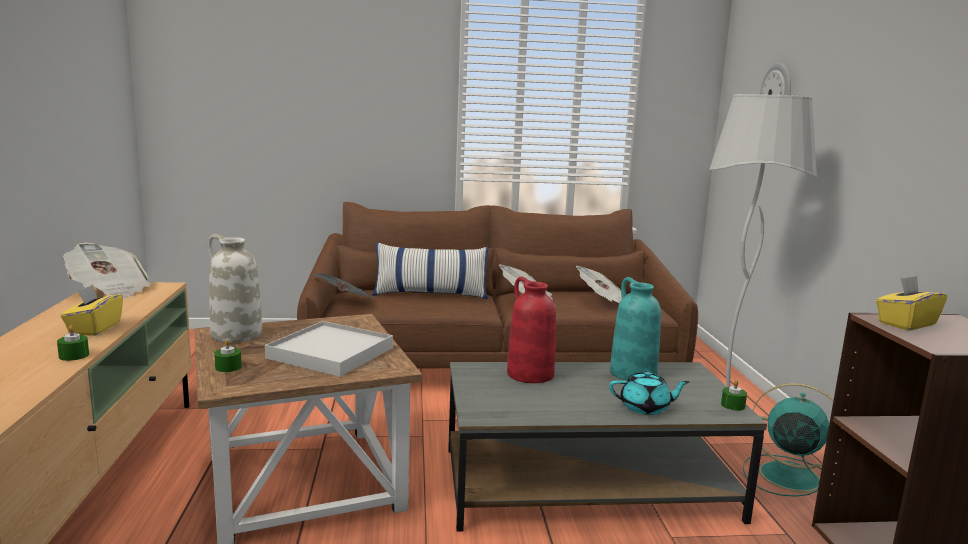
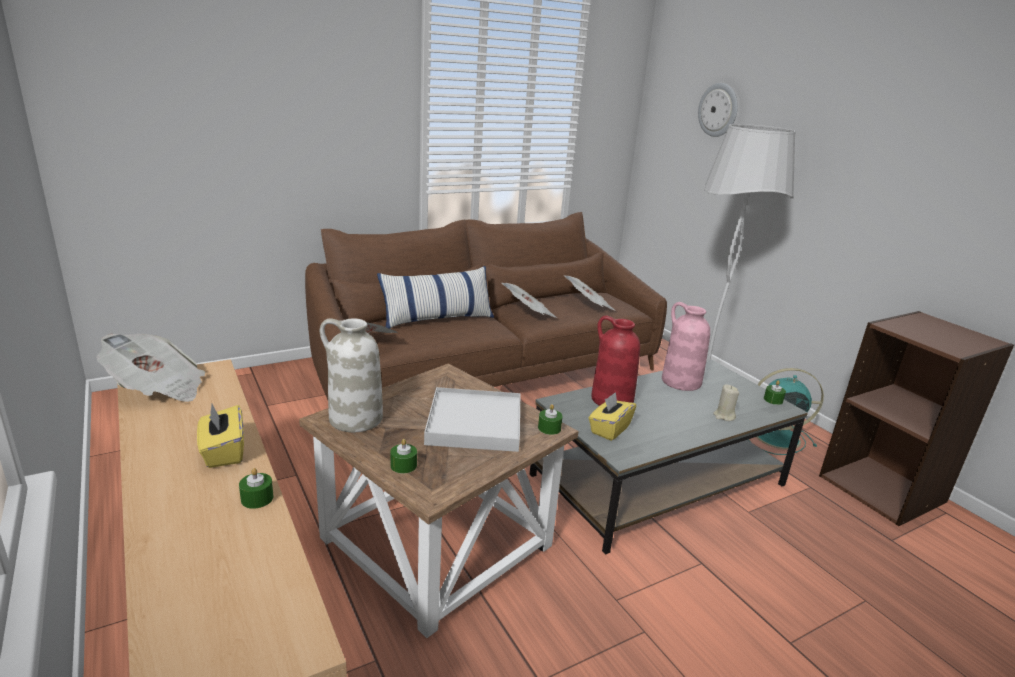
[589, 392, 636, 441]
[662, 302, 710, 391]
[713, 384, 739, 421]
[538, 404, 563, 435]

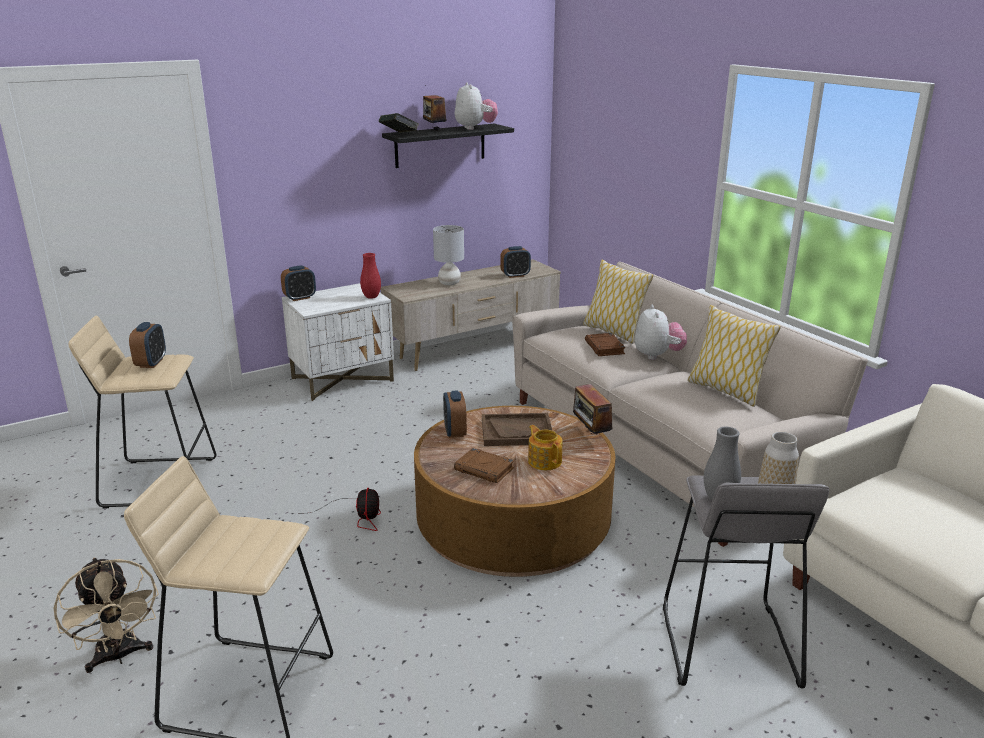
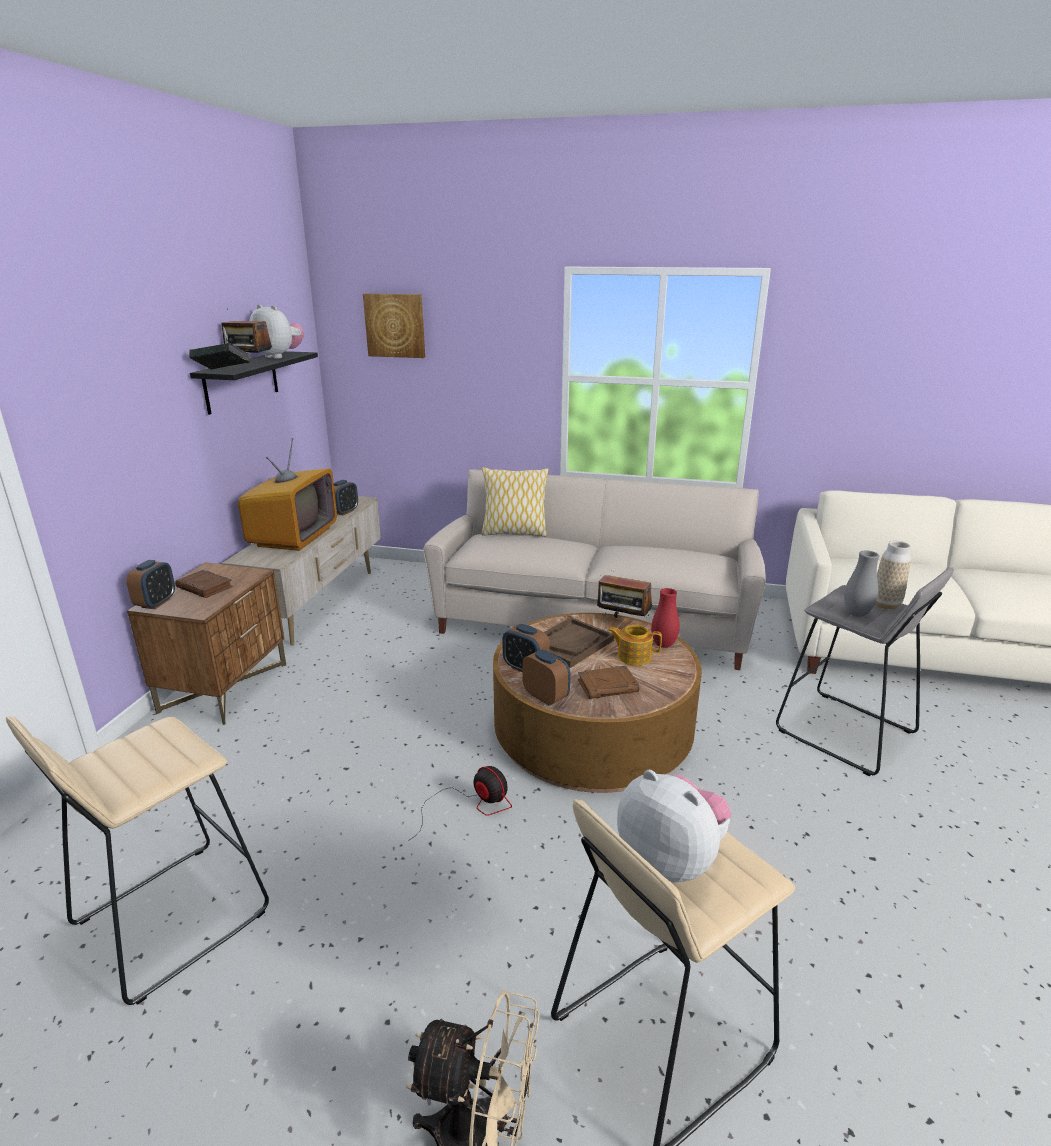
[238, 438, 337, 551]
[651, 588, 680, 648]
[127, 562, 286, 725]
[617, 770, 731, 883]
[688, 305, 781, 407] (first image)
[522, 649, 570, 706]
[175, 570, 233, 598]
[363, 294, 425, 358]

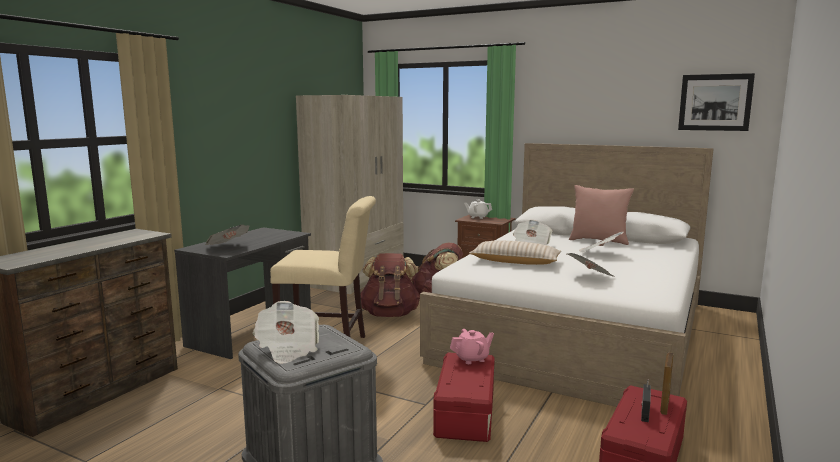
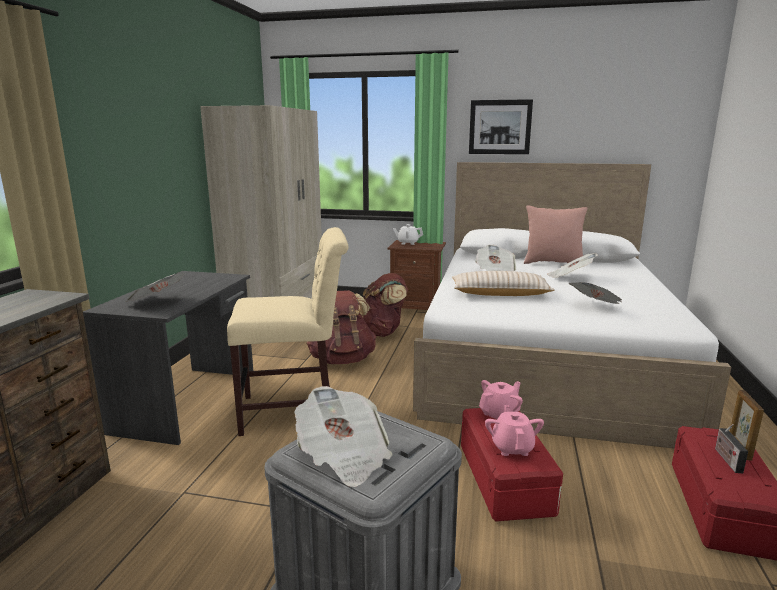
[469, 99, 533, 154]
[485, 405, 544, 456]

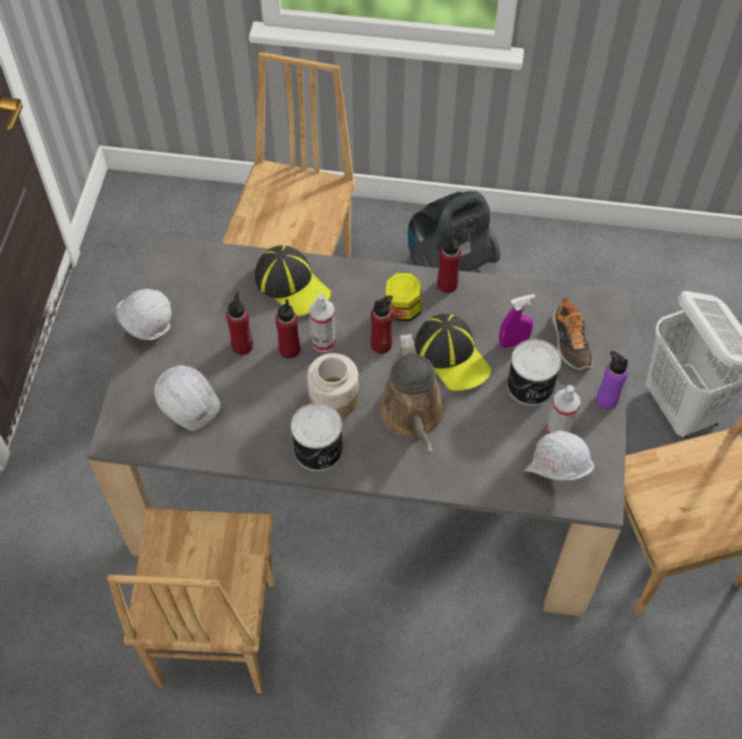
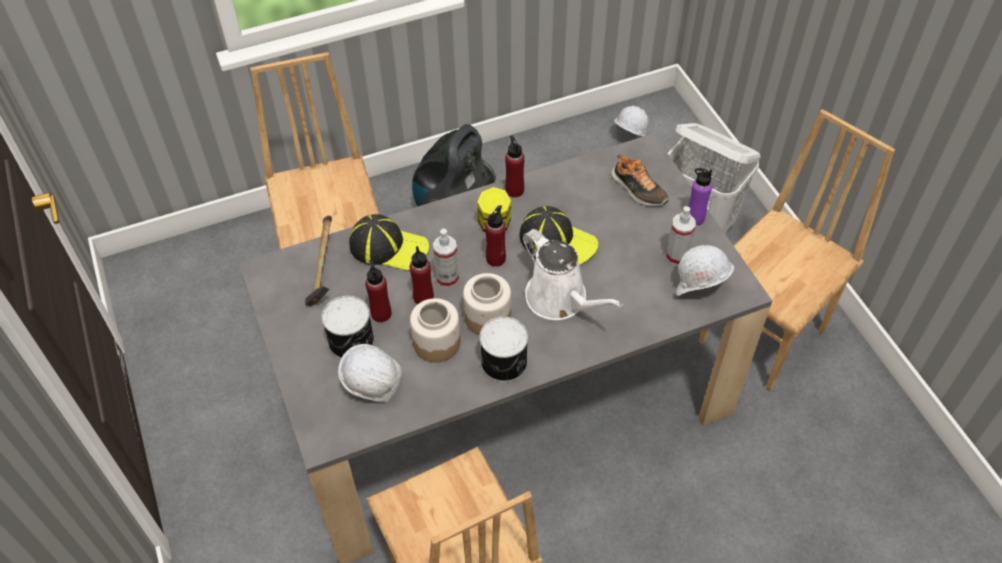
[614, 106, 649, 136]
[499, 294, 535, 348] (first image)
[523, 229, 623, 320]
[322, 296, 375, 359]
[305, 216, 332, 307]
[410, 298, 460, 363]

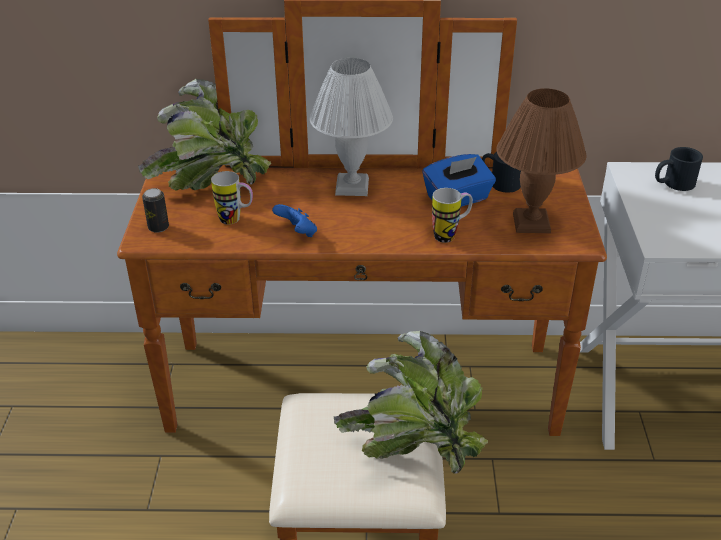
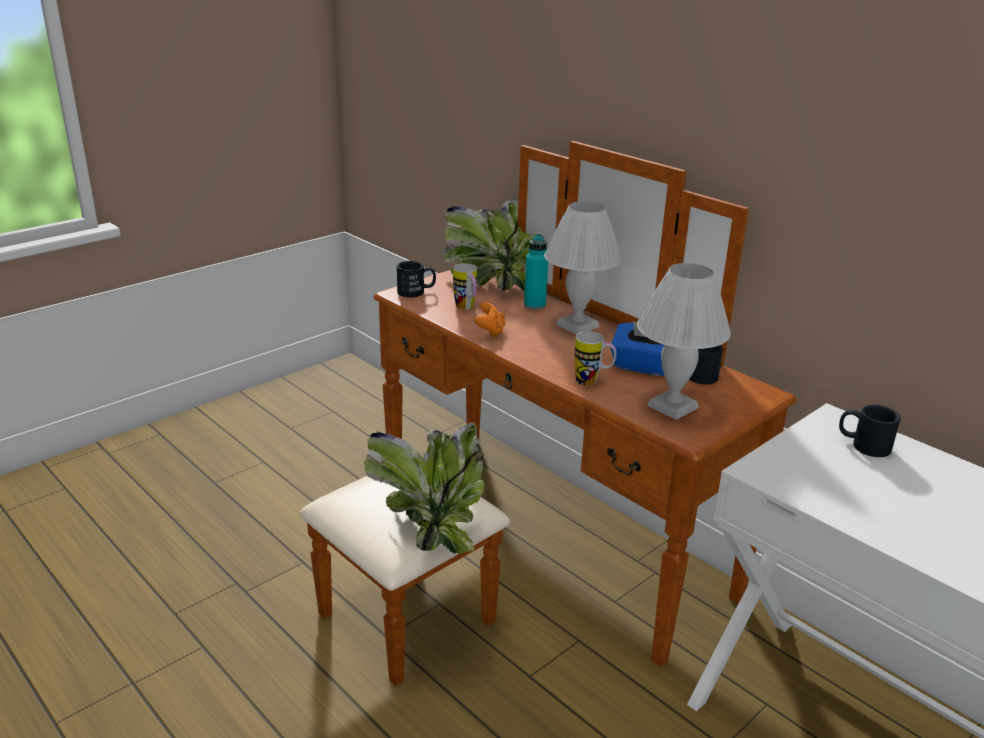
[637, 263, 731, 420]
[397, 261, 436, 297]
[474, 302, 505, 338]
[524, 234, 548, 310]

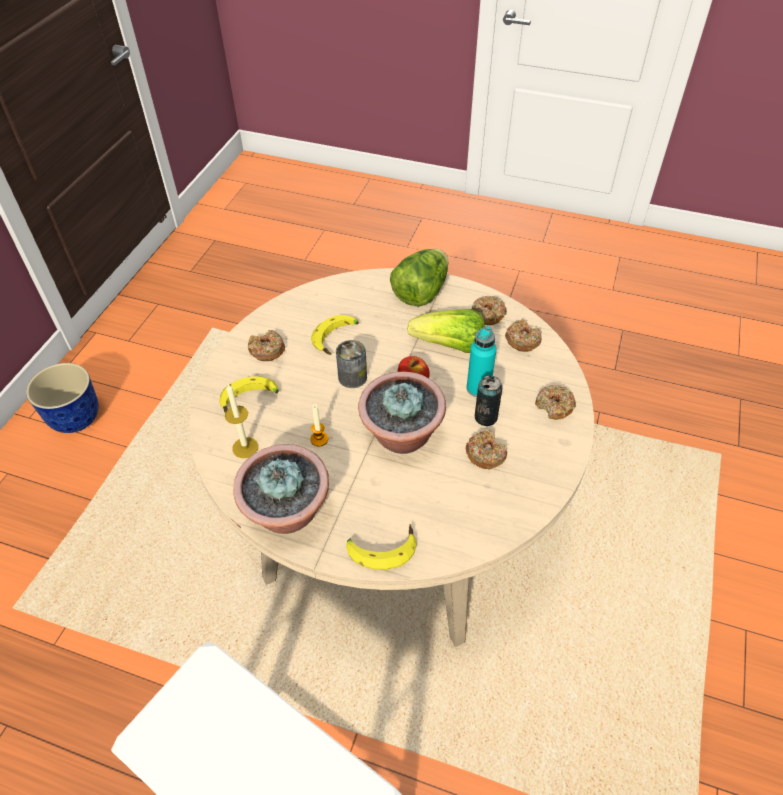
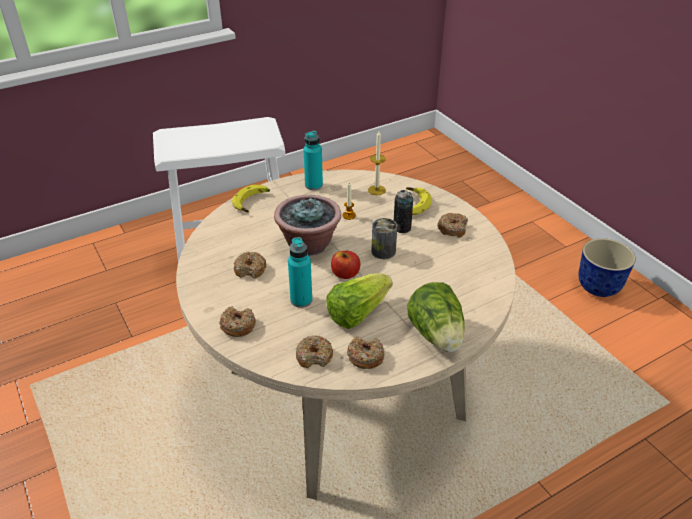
[311, 315, 358, 355] (first image)
[394, 190, 413, 233]
[303, 131, 323, 190]

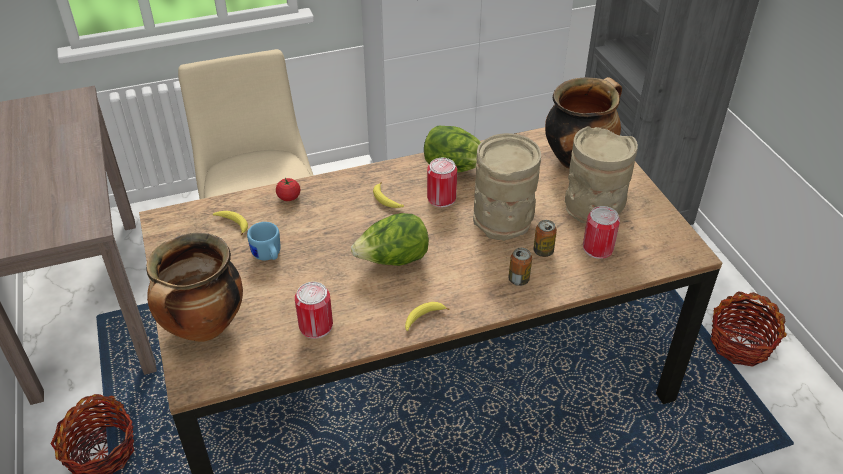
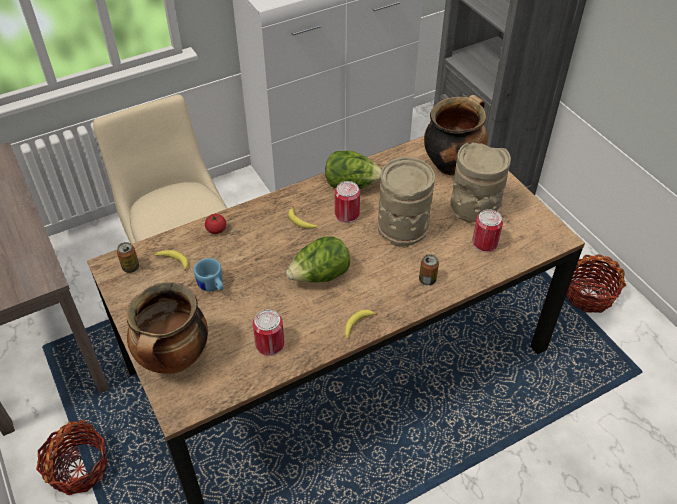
[117, 242, 139, 273]

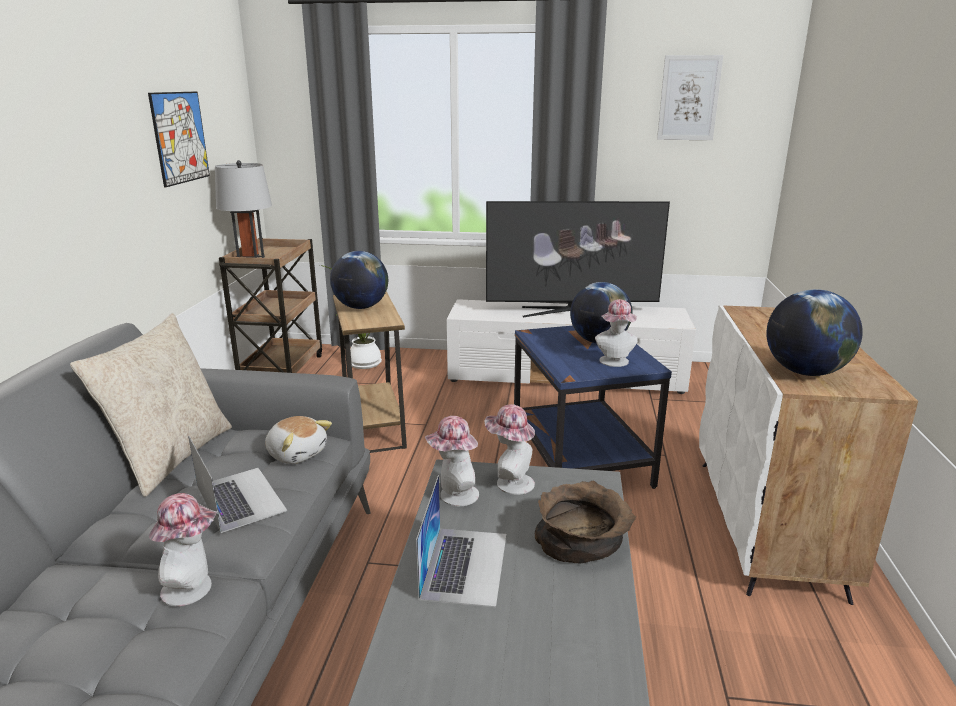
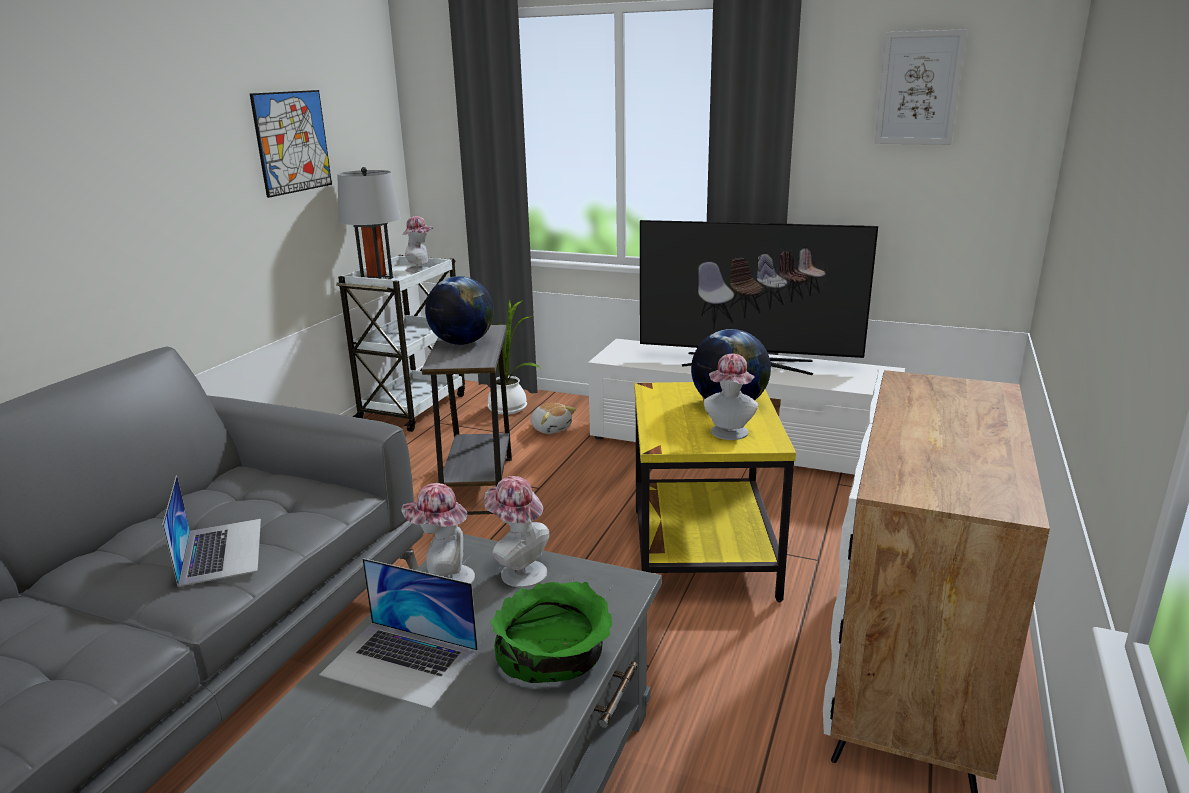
[336, 255, 465, 432]
[766, 289, 863, 376] (first image)
[422, 325, 512, 515]
[70, 313, 232, 497] (first image)
[635, 382, 796, 602]
[531, 403, 576, 434]
[319, 558, 478, 709]
[490, 581, 612, 683]
[402, 216, 434, 273]

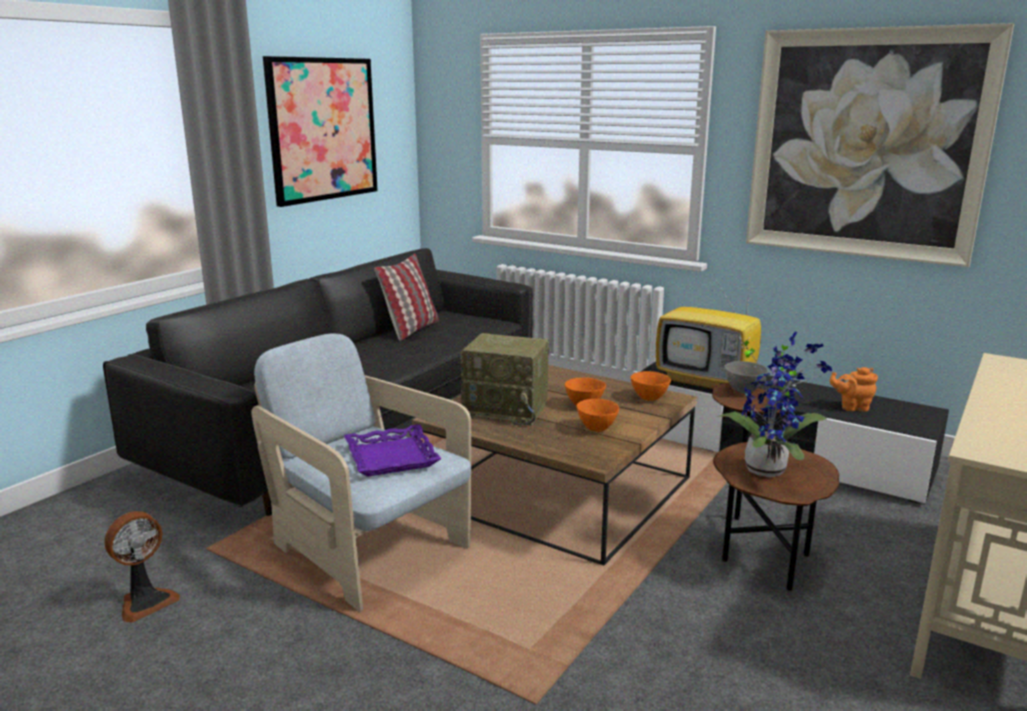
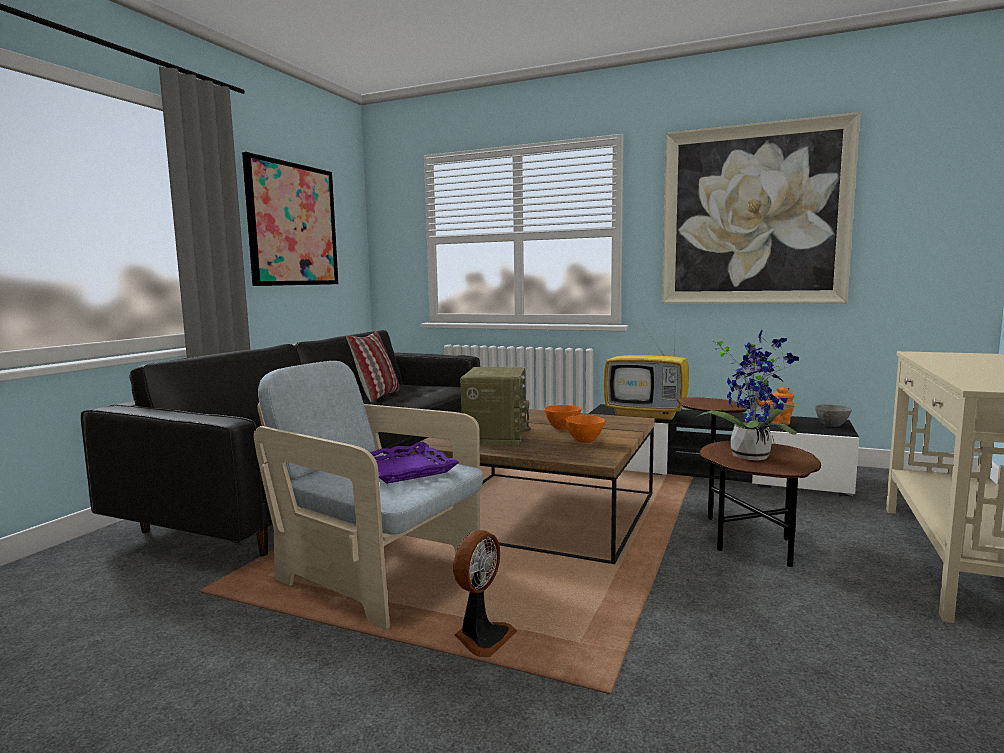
[460, 367, 531, 445]
[815, 405, 852, 427]
[631, 371, 671, 401] (first image)
[453, 530, 517, 657]

